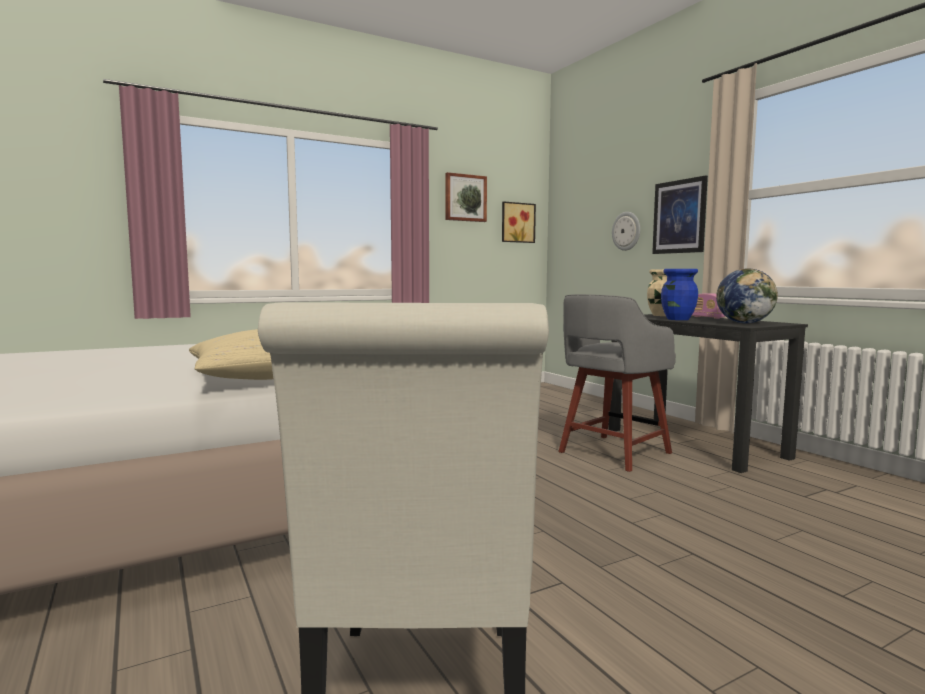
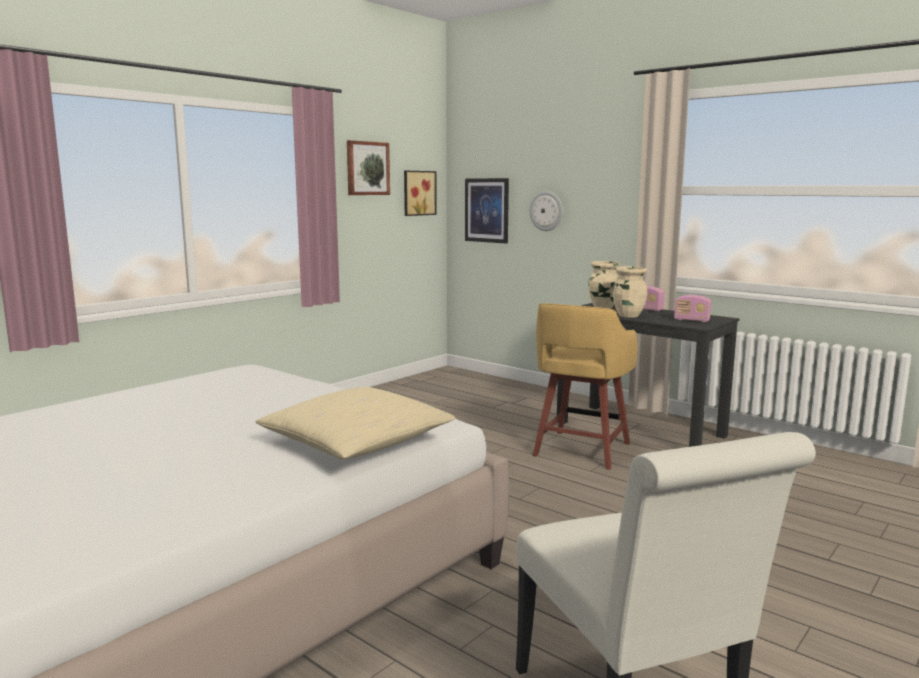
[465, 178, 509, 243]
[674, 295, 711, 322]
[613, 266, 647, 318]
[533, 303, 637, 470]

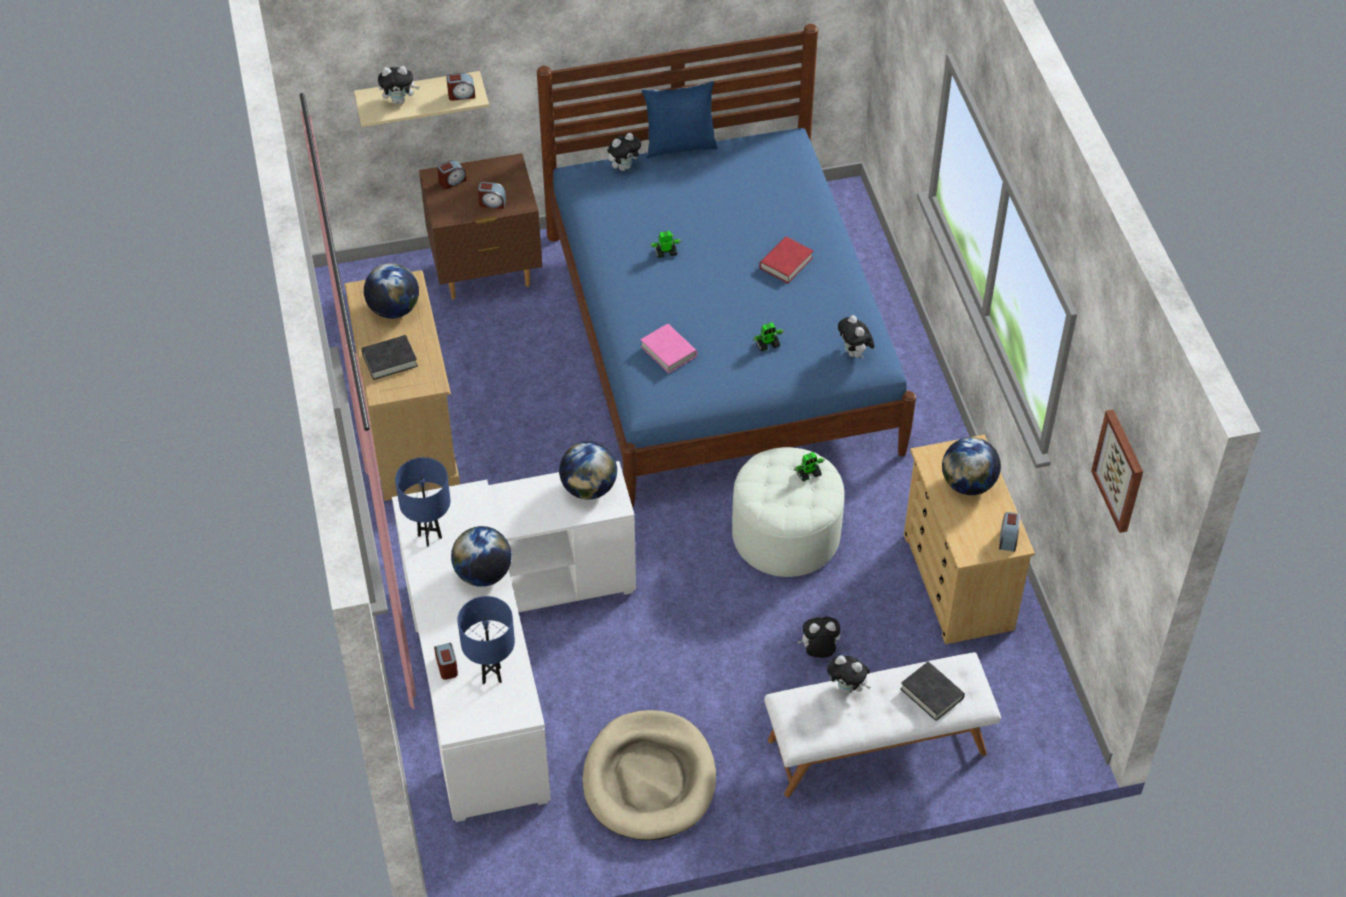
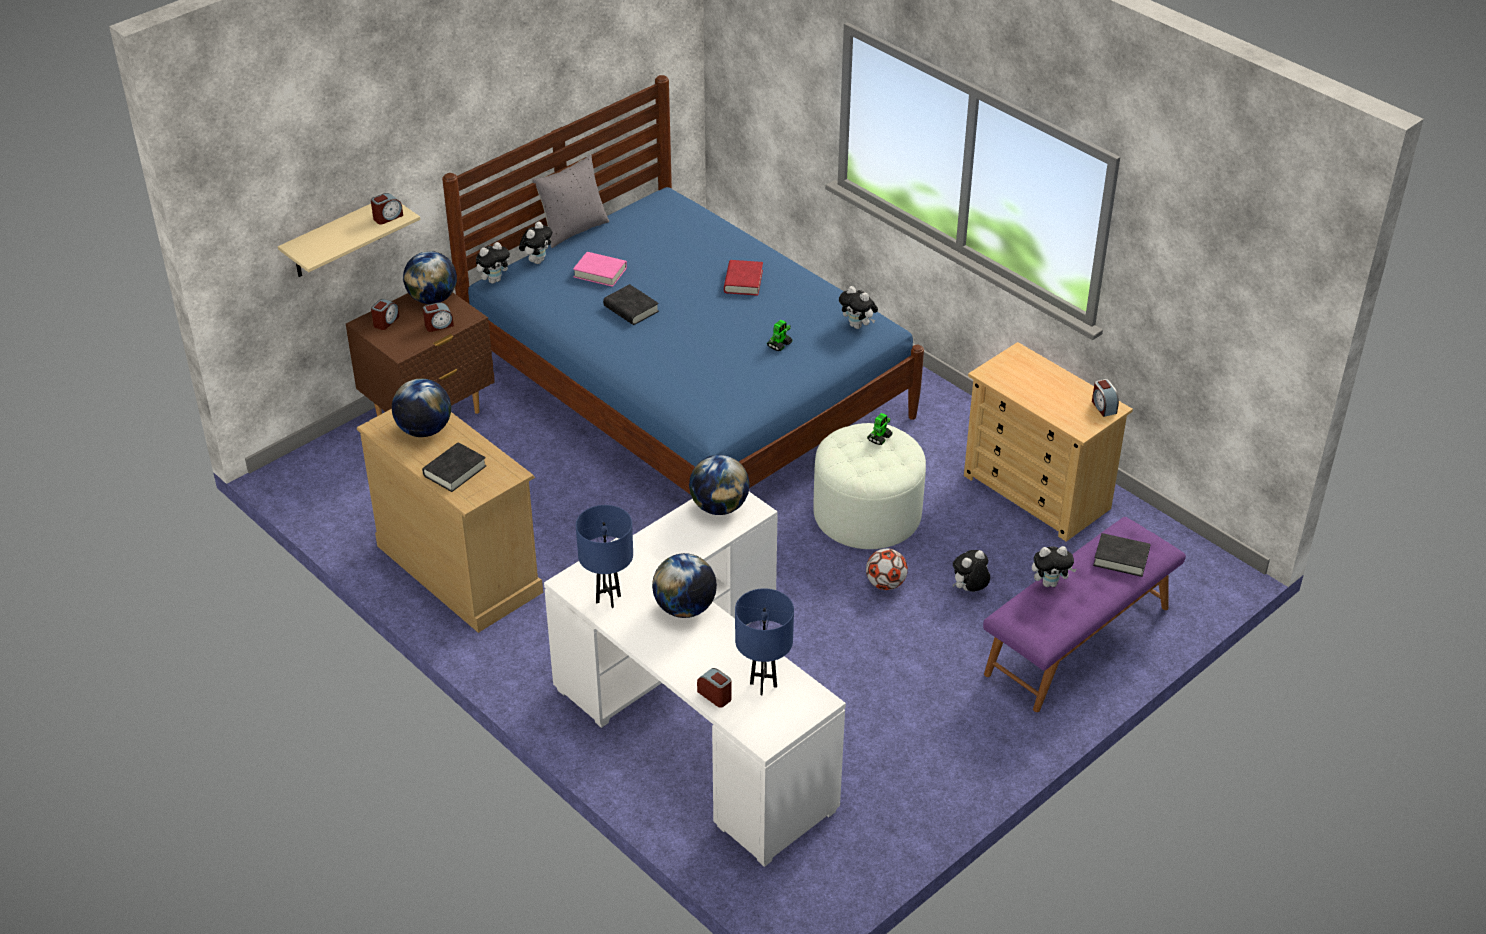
[476, 242, 512, 284]
[532, 154, 609, 248]
[603, 284, 659, 325]
[573, 252, 627, 287]
[1091, 409, 1143, 533] (first image)
[403, 251, 457, 304]
[983, 517, 1186, 712]
[583, 710, 716, 841] (first image)
[866, 549, 908, 590]

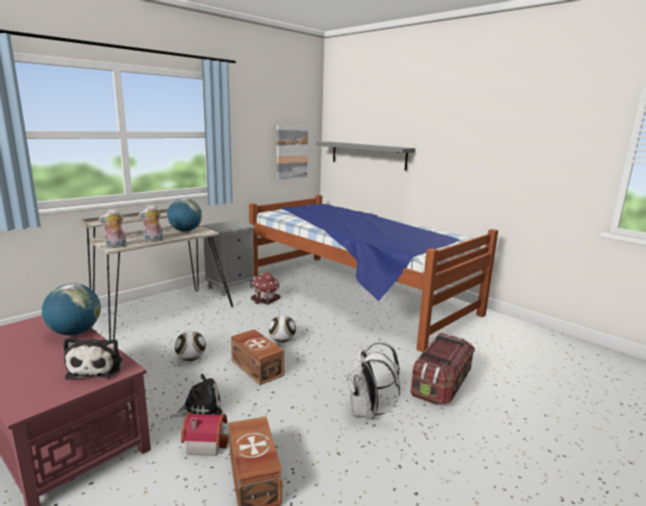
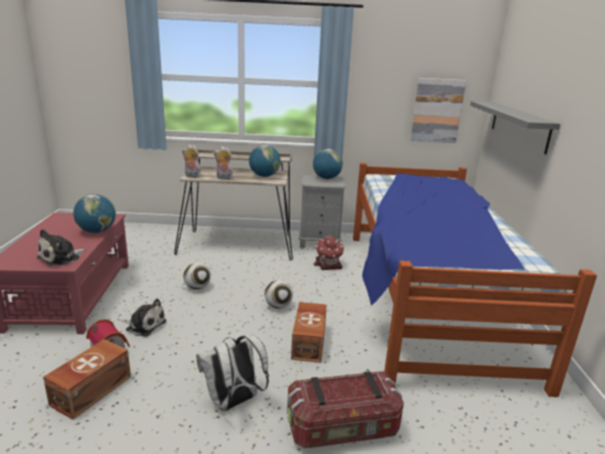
[291, 302, 327, 363]
[313, 149, 343, 179]

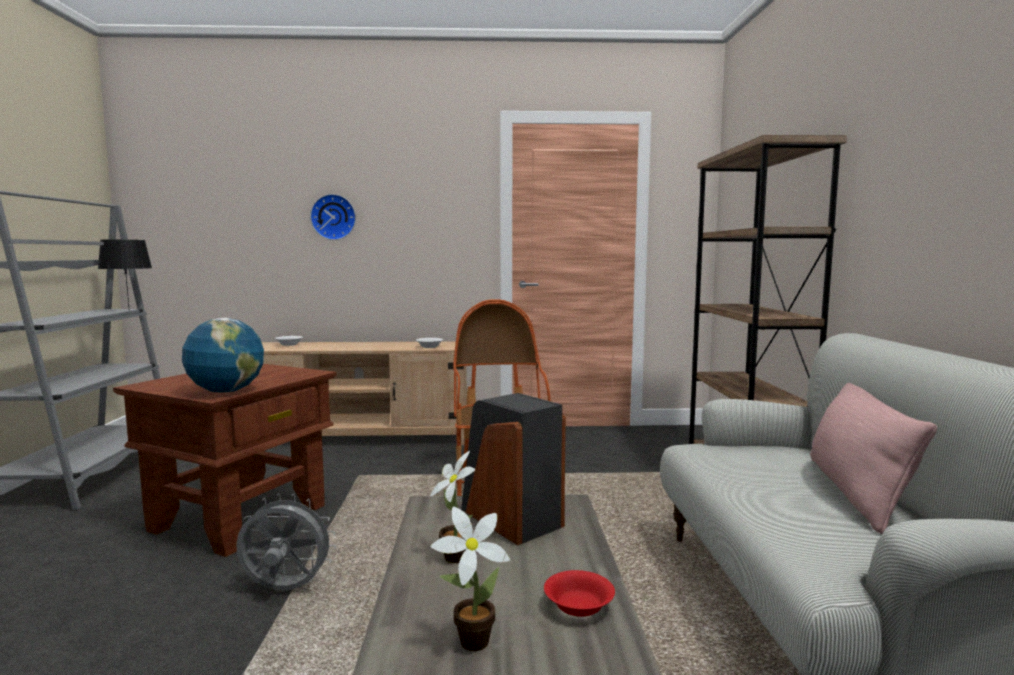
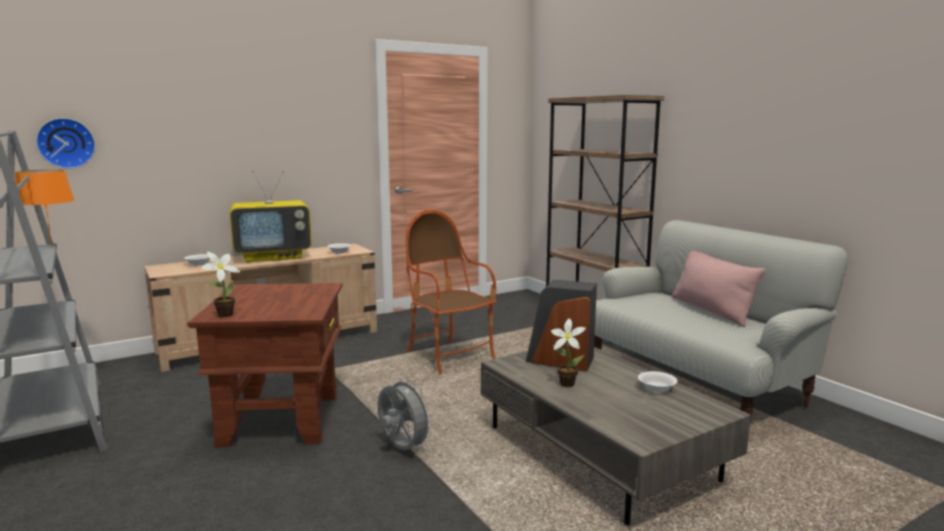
[36, 118, 96, 169]
[15, 170, 75, 245]
[182, 318, 264, 393] (first image)
[378, 377, 434, 450]
[201, 252, 240, 317]
[638, 371, 677, 392]
[230, 171, 312, 262]

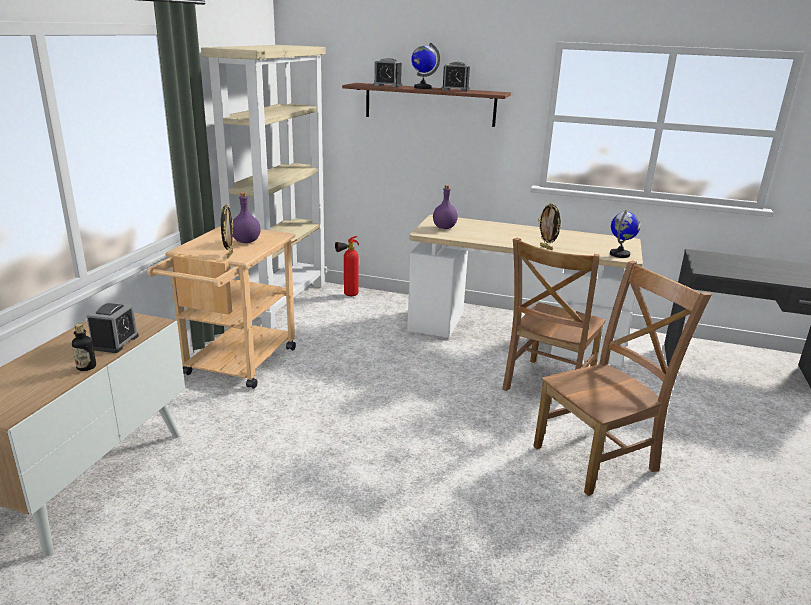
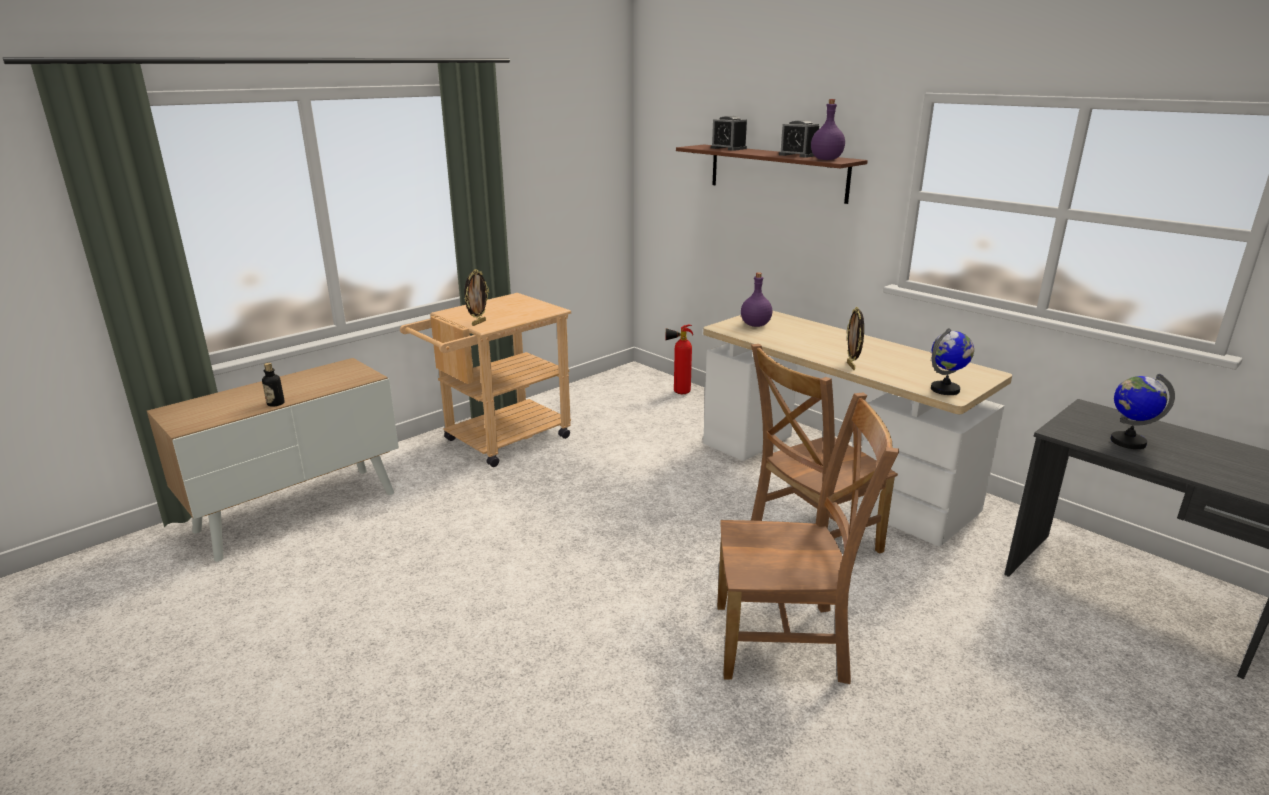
[1110, 374, 1175, 449]
[201, 45, 327, 329] (first image)
[811, 99, 845, 160]
[86, 302, 139, 353] (first image)

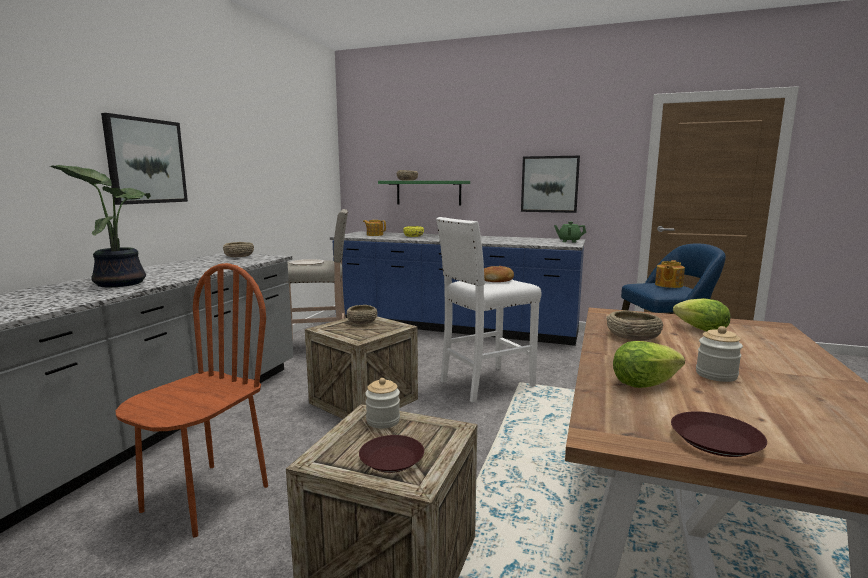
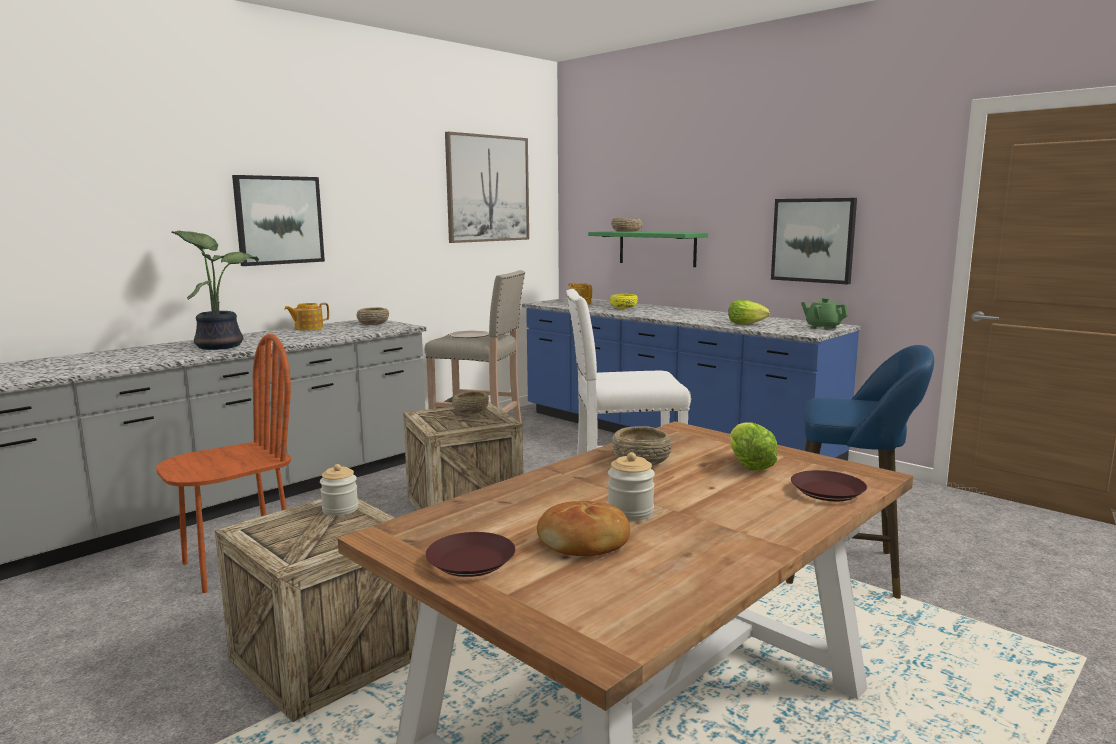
[284, 303, 329, 331]
[537, 501, 630, 556]
[728, 300, 770, 324]
[791, 470, 867, 501]
[445, 132, 529, 243]

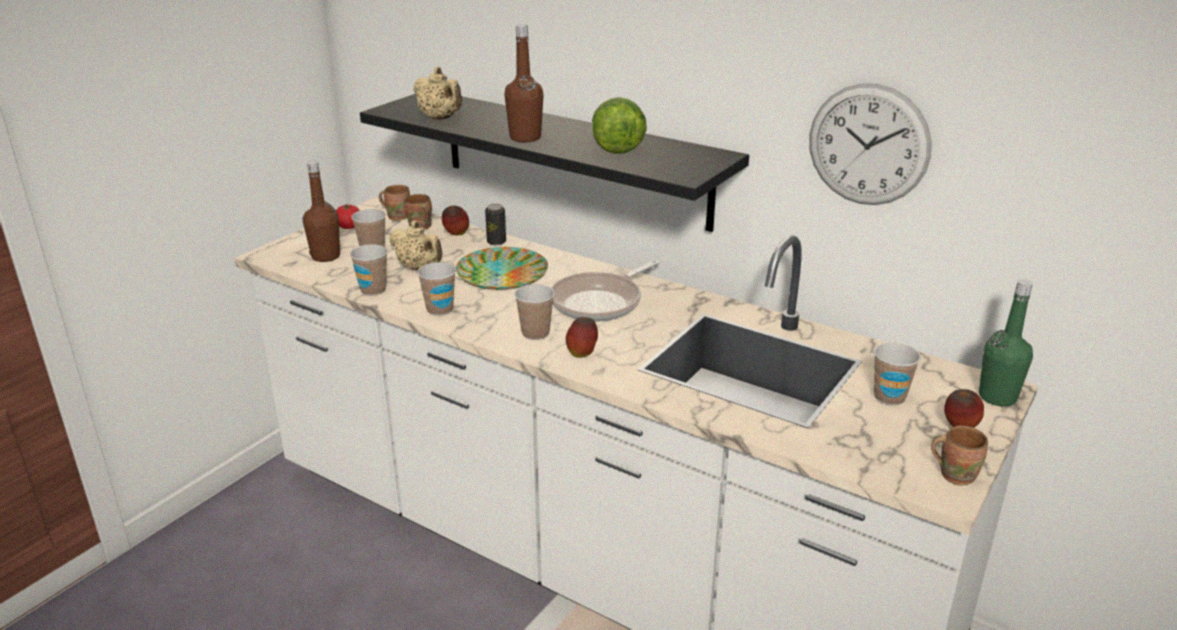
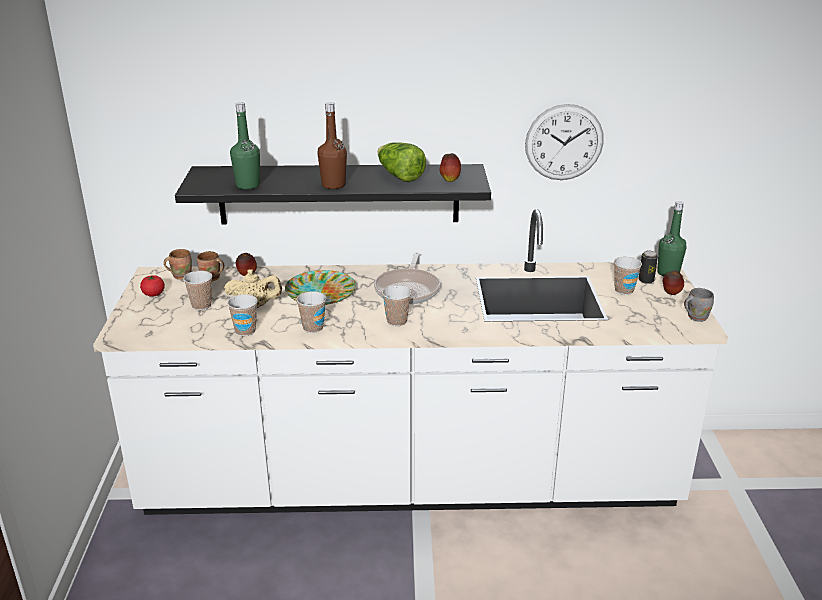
[230, 102, 260, 189]
[303, 161, 340, 262] (first image)
[638, 250, 658, 284]
[440, 153, 461, 182]
[684, 288, 714, 322]

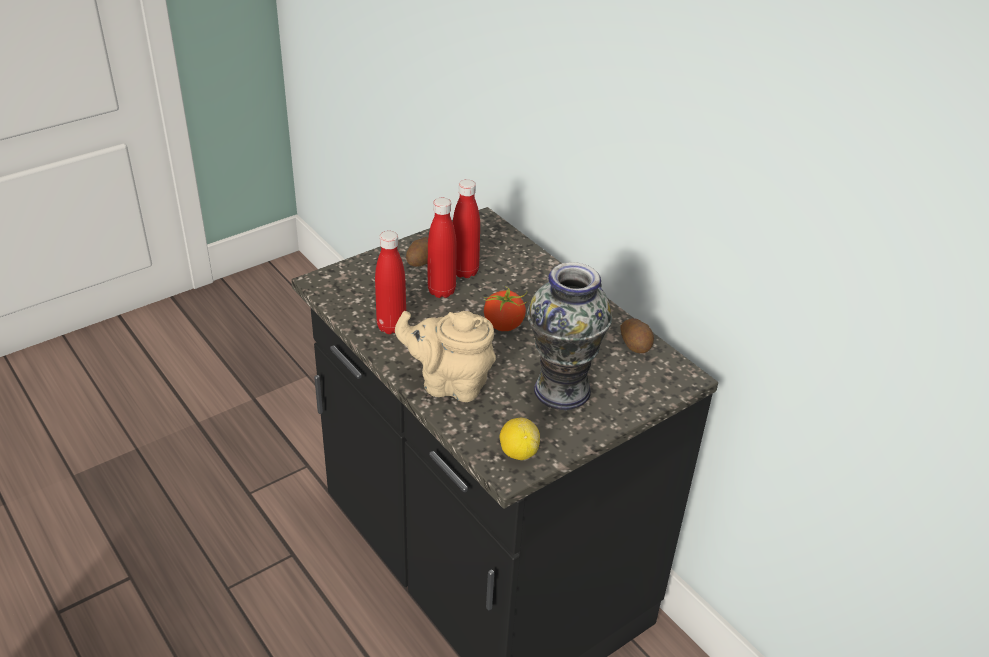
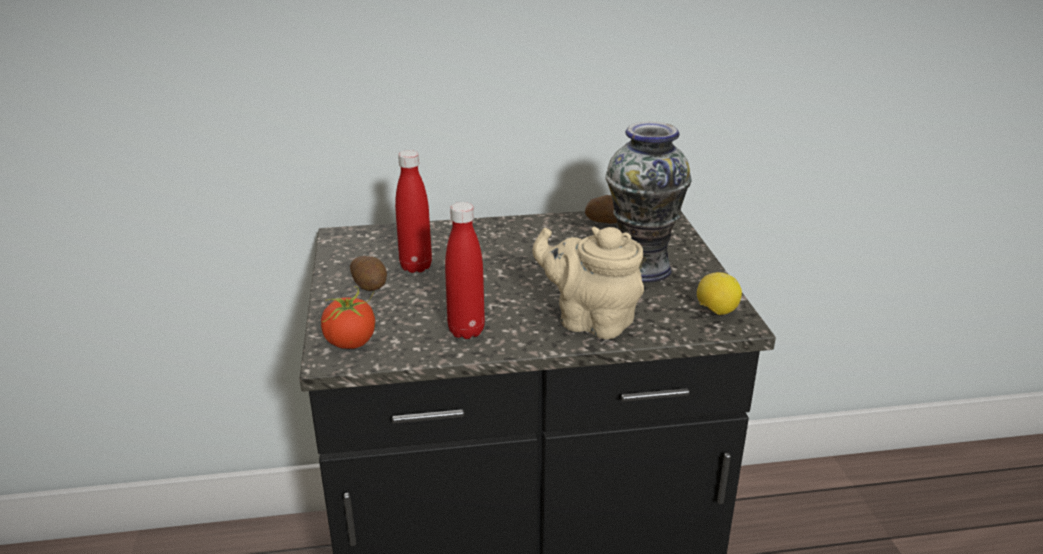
[428, 198, 457, 298] (first image)
[321, 286, 375, 349]
[532, 227, 644, 339]

